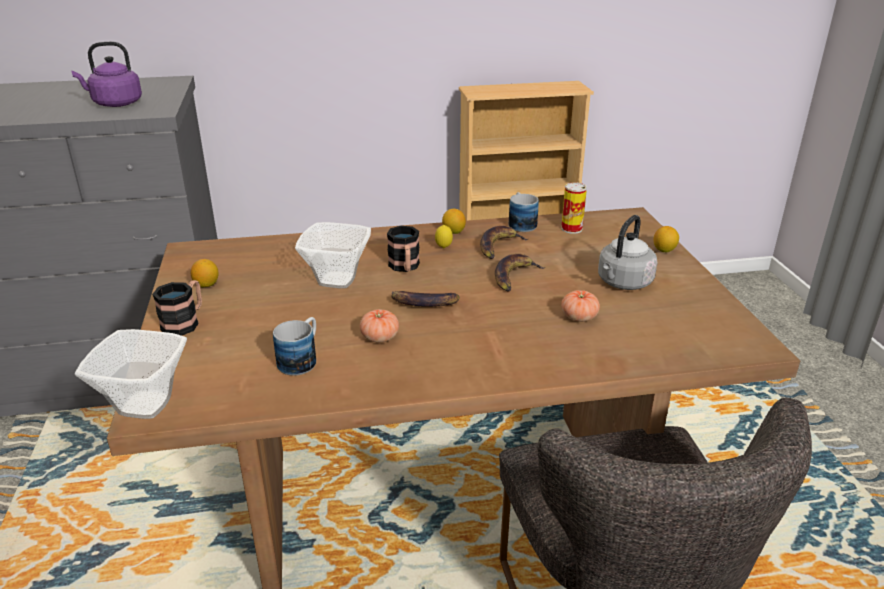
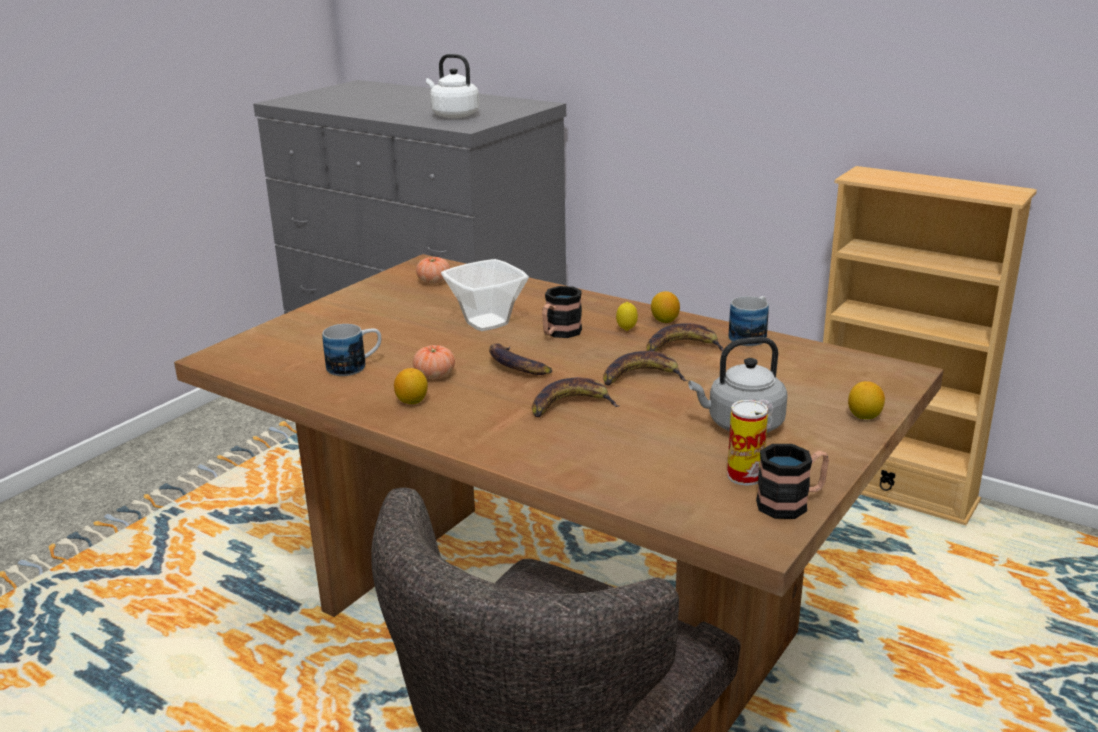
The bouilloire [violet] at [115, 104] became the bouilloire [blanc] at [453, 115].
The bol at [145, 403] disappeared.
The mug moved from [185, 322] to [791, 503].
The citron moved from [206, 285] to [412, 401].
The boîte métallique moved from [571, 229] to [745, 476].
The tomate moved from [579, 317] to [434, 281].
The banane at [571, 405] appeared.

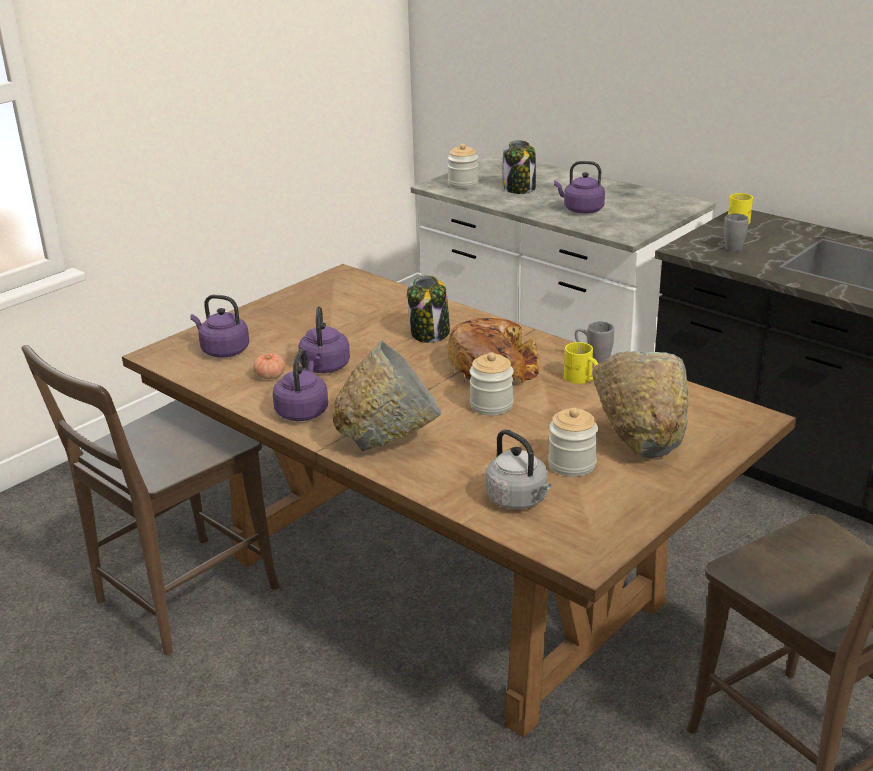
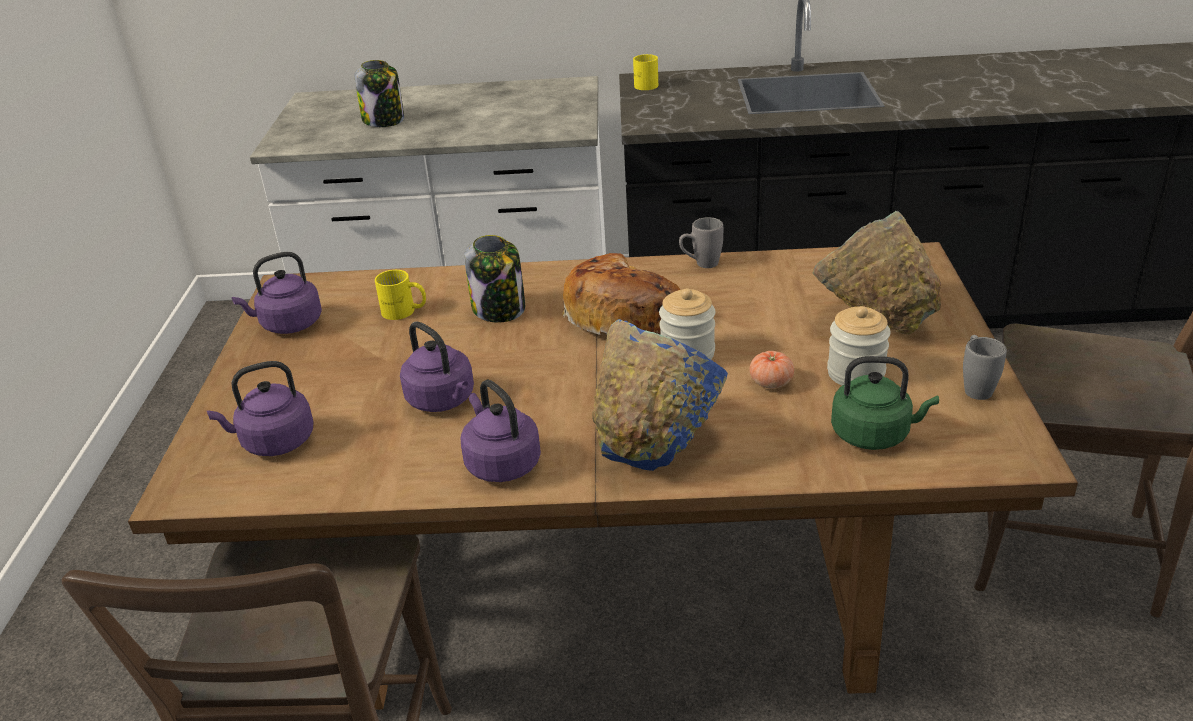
The tomate moved from [270, 376] to [771, 382].
The bol [gris] at [390, 441] became the bol [bleu] at [654, 443].
The bocal at [463, 184] disappeared.
The bouilloire [gris] at [519, 500] became the bouilloire [vert] at [874, 434].
The bouilloire [violet] moved from [581, 210] to [288, 325].
The mug [jaune] moved from [581, 379] to [404, 312].
The mug [gris] moved from [736, 246] to [975, 386].

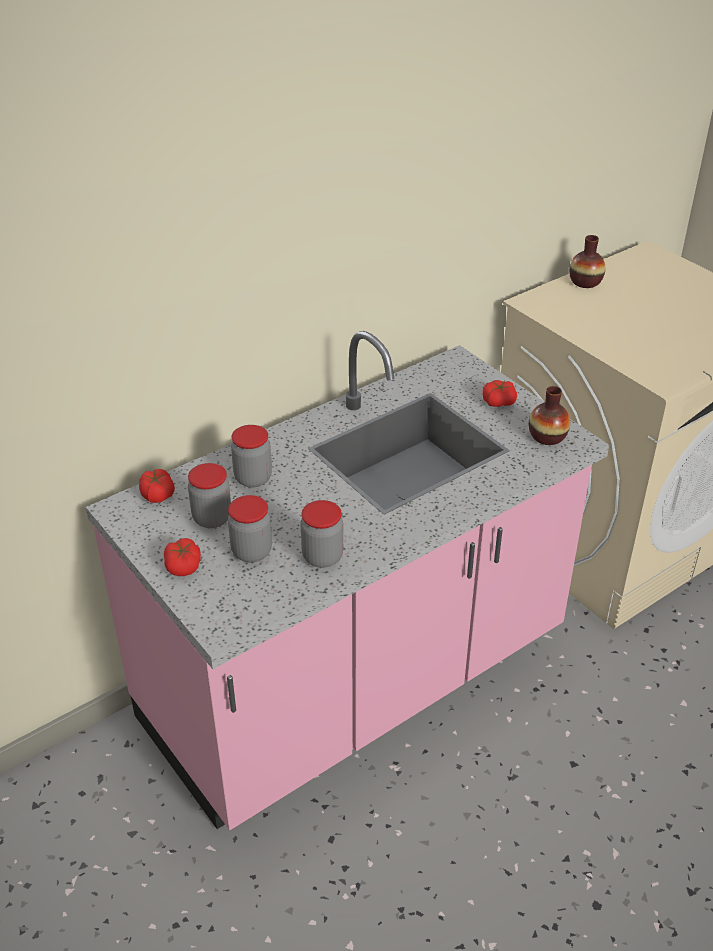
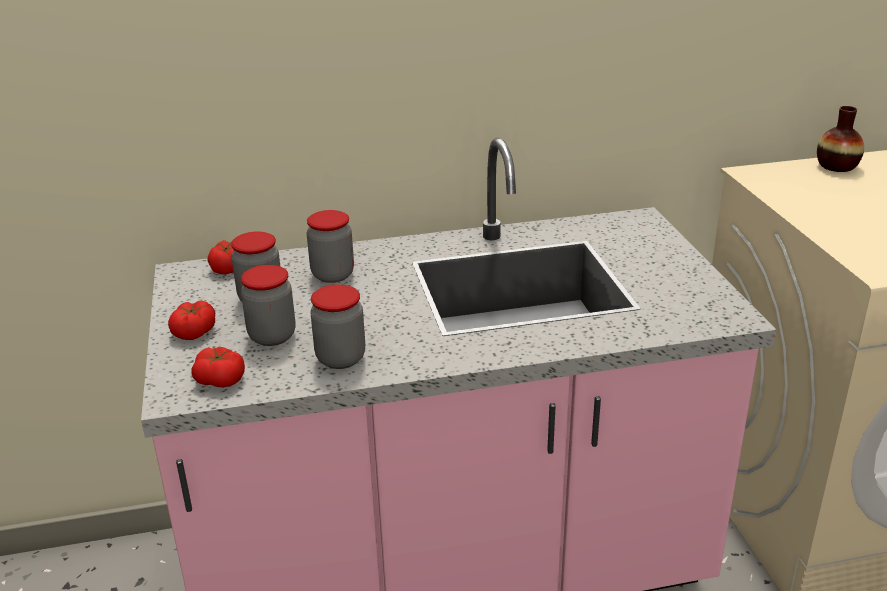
The tomate moved from [498, 401] to [220, 379].
The vase at [547, 436] disappeared.

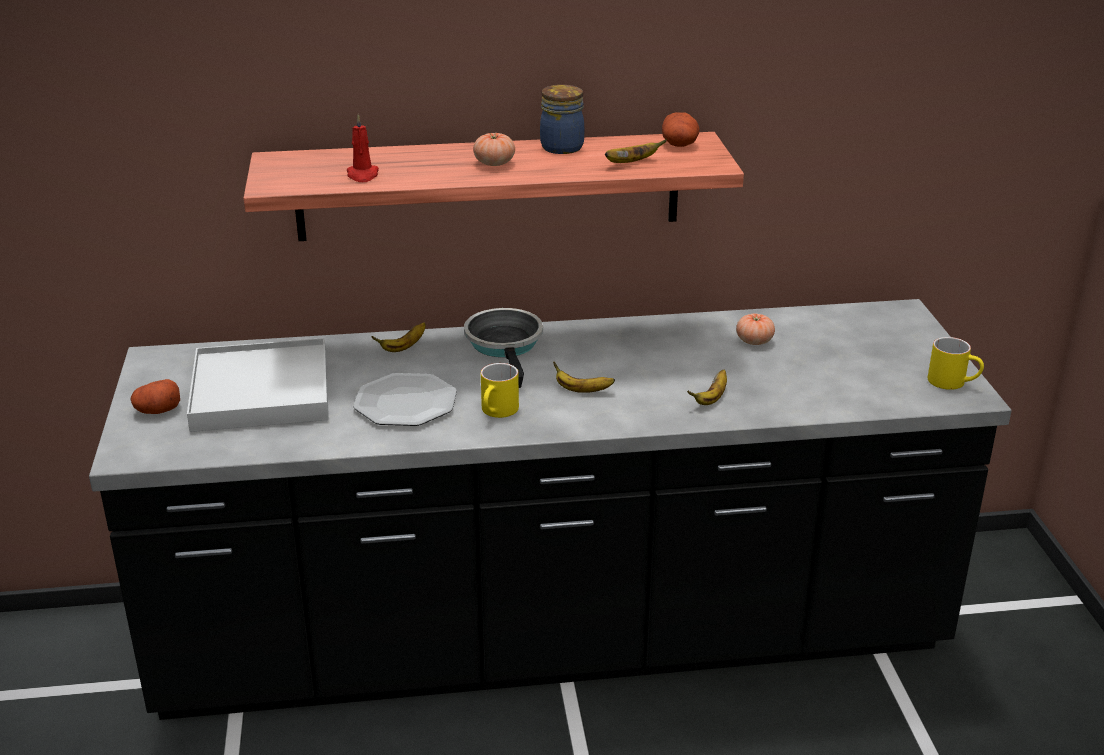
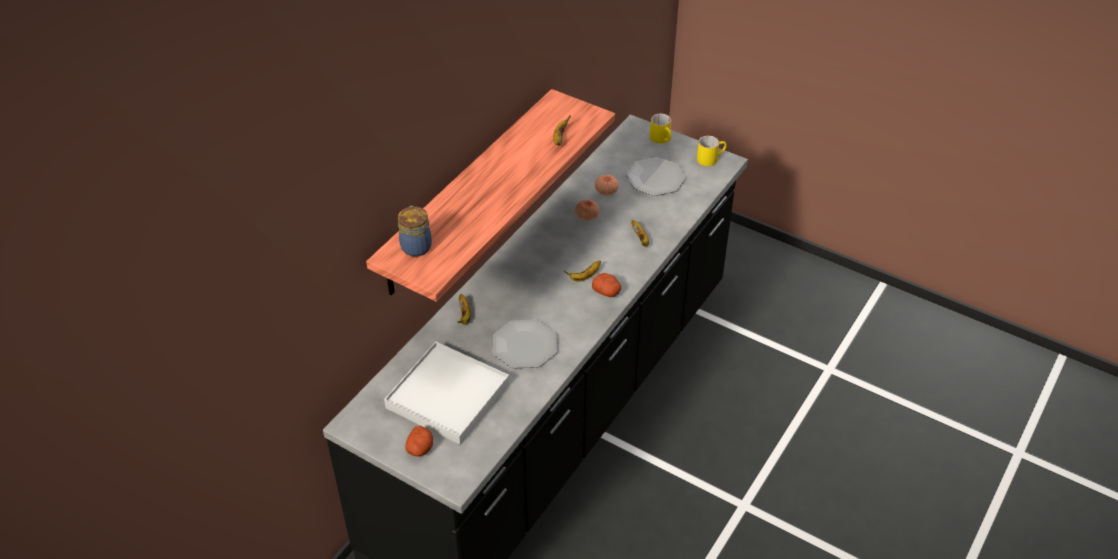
The bougie [rouge] at [362, 175] disappeared.
The poêle at [506, 345] disappeared.
The tomate moved from [494, 163] to [587, 216].
The mug [jaune] moved from [498, 412] to [662, 139].
The bocal moved from [563, 147] to [416, 246].
The pomme de terre moved from [680, 144] to [607, 291].
The assiette at [655, 178] appeared.

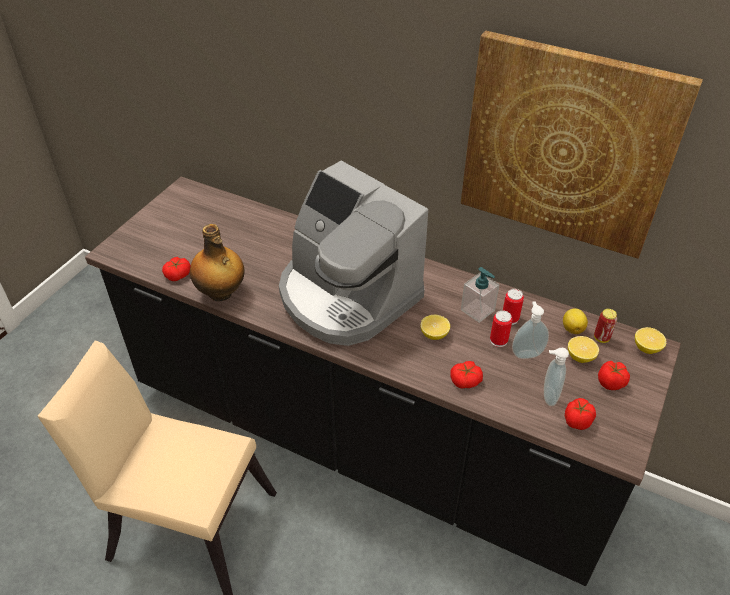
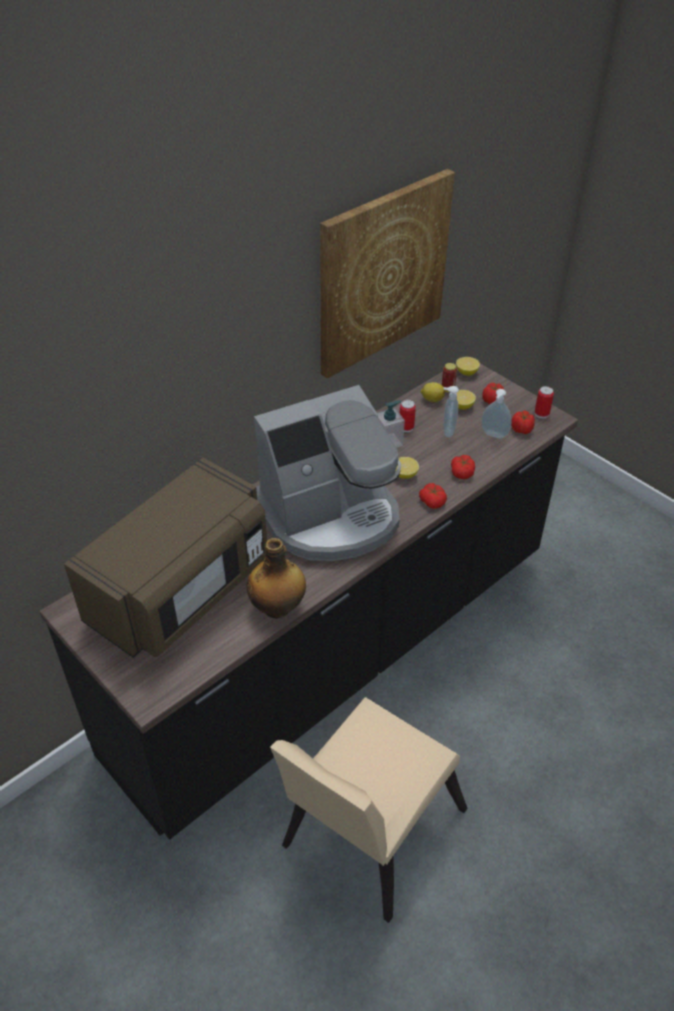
The tomate moved from [178, 274] to [432, 501].
The boîte métallique moved from [498, 340] to [541, 413].
The micro-ondes [marron] at [182, 591] appeared.

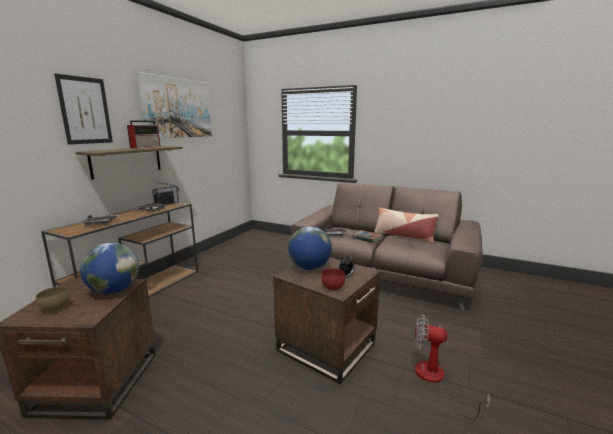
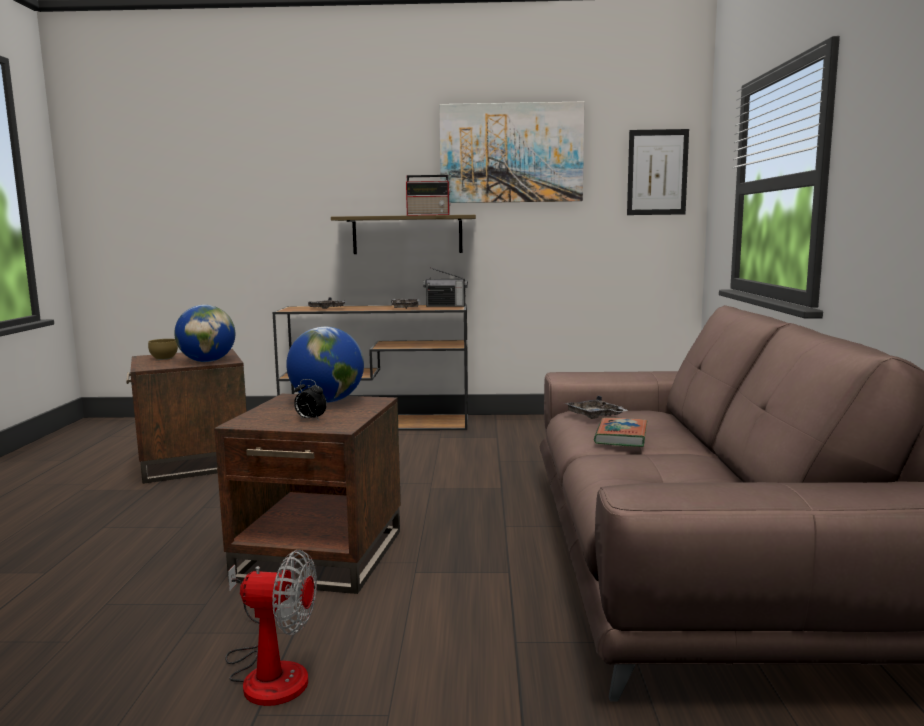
The tableau moved from [85, 110] to [657, 172].
The bol [rouge] at [333, 288] disappeared.
The coussin at [403, 236] disappeared.
The ventilateur at [436, 380] turned 105 degrees clockwise.

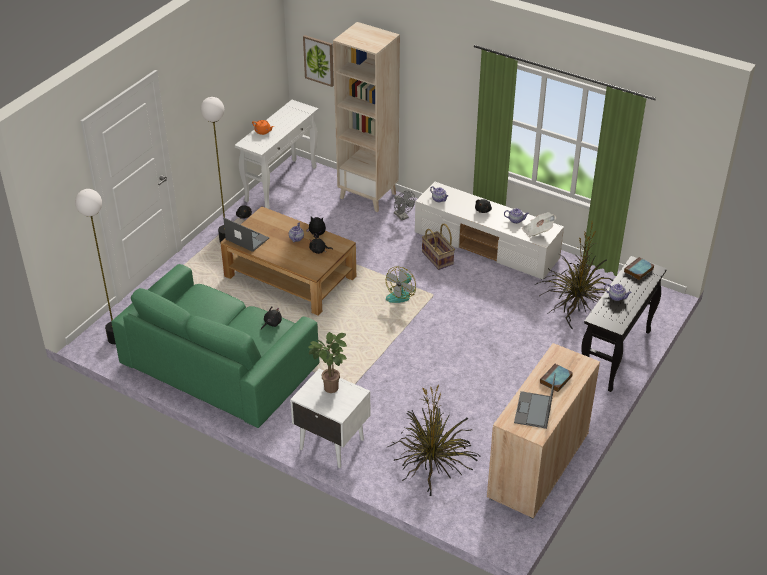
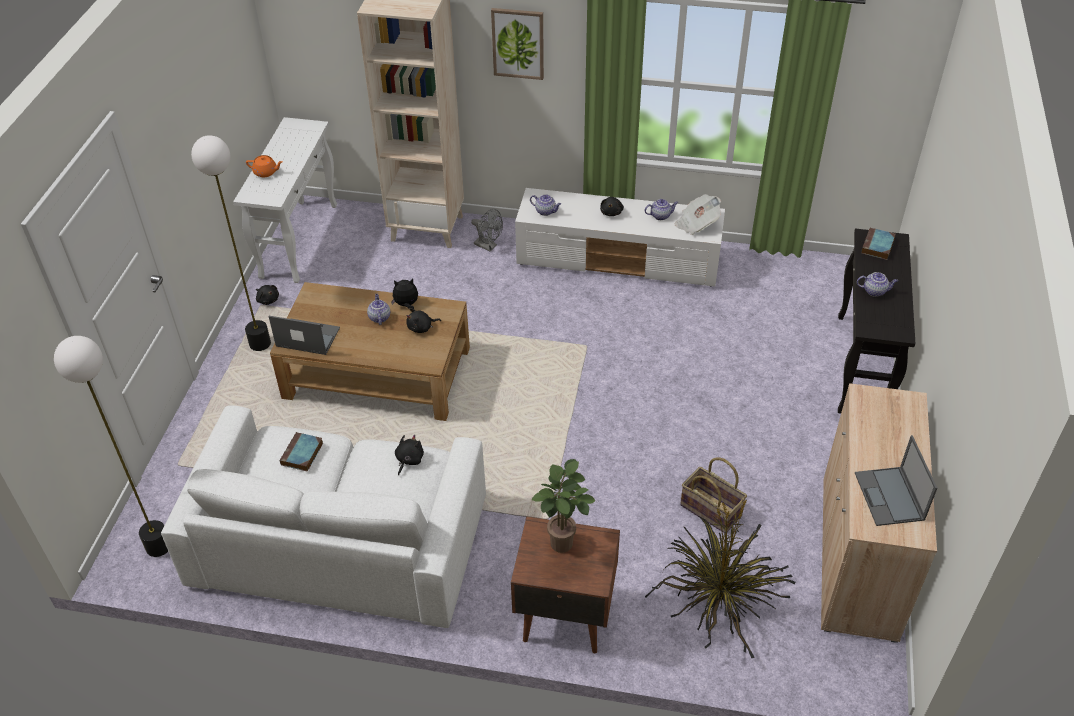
The canapé [vert] at [220, 364] became the canapé [blanc] at [340, 540].
The table de chevet [blanc] at [331, 443] became the table de chevet [marron] at [564, 616].
The tableau moved from [319, 60] to [518, 43].
The ventilateur at [401, 294] disappeared.
The panier moved from [438, 258] to [711, 510].
The plante en pot at [575, 301] disappeared.
The livre moved from [556, 380] to [302, 455].

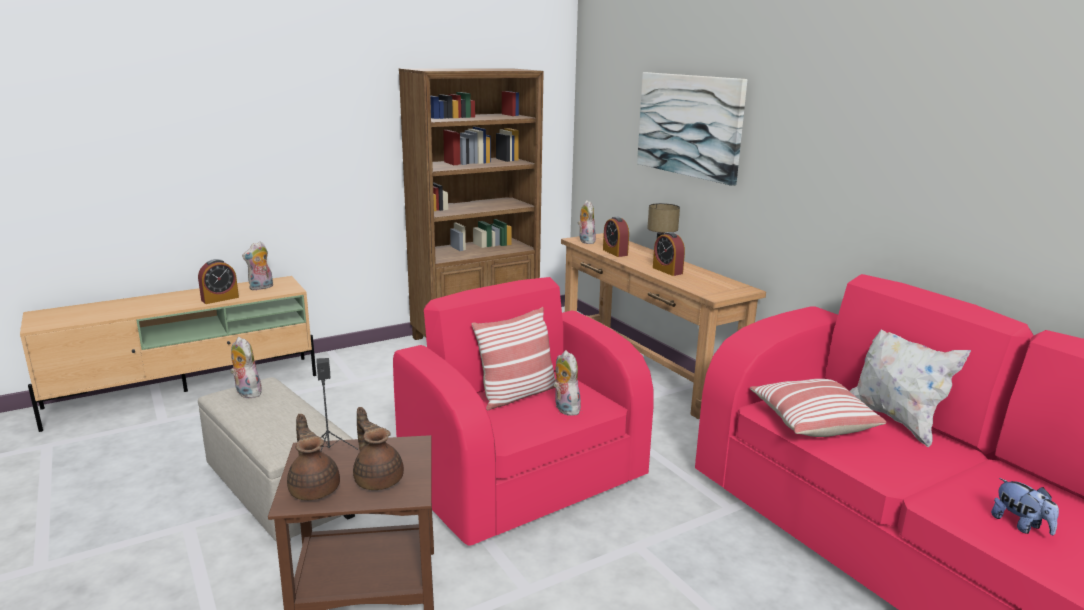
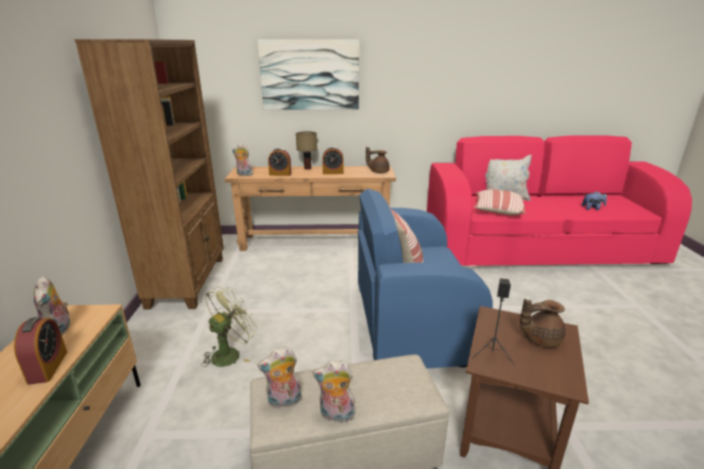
The théière [marron] moved from [314, 488] to [378, 171].
The fauteuil [rose] at [524, 478] became the fauteuil [bleu] at [409, 322].
The peluche moved from [564, 408] to [336, 415].
The ventilateur [vert] at [230, 353] appeared.

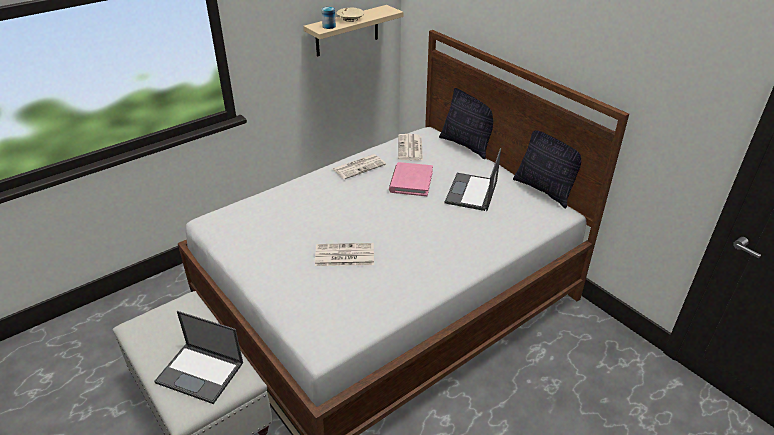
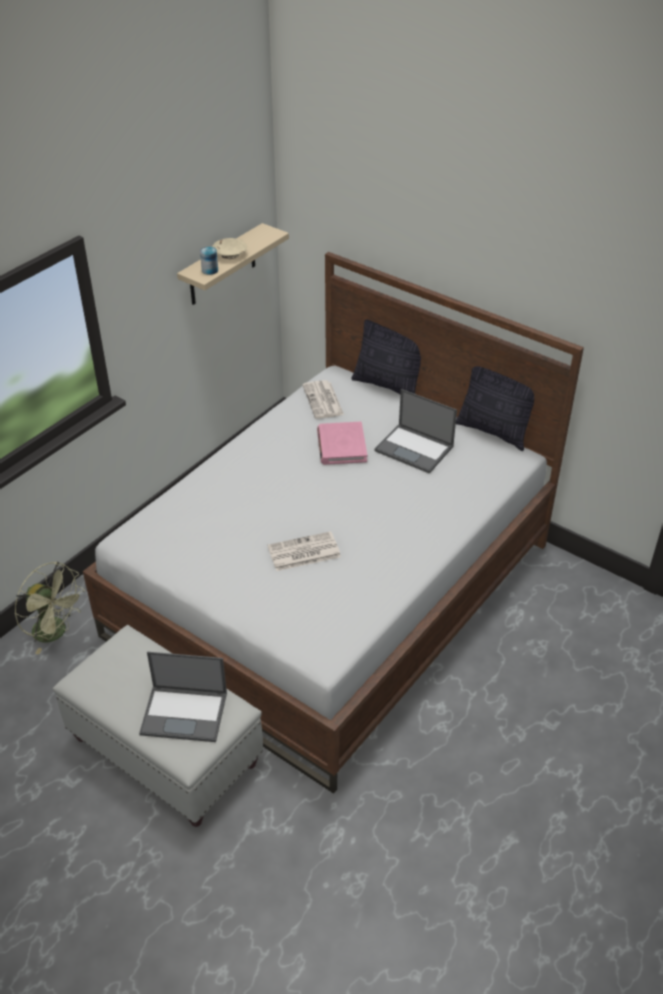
The journal at [359, 166] disappeared.
The ordinateur portable at [471, 192] turned 60 degrees counterclockwise.
The ventilateur [vert] at [56, 632] appeared.

